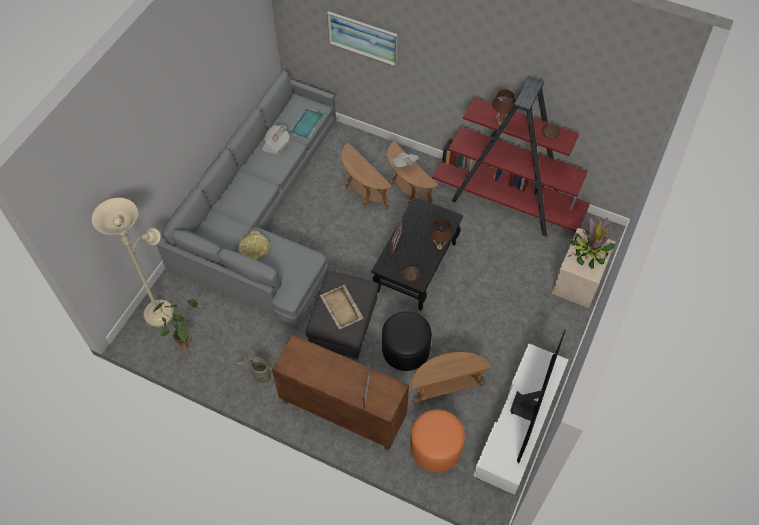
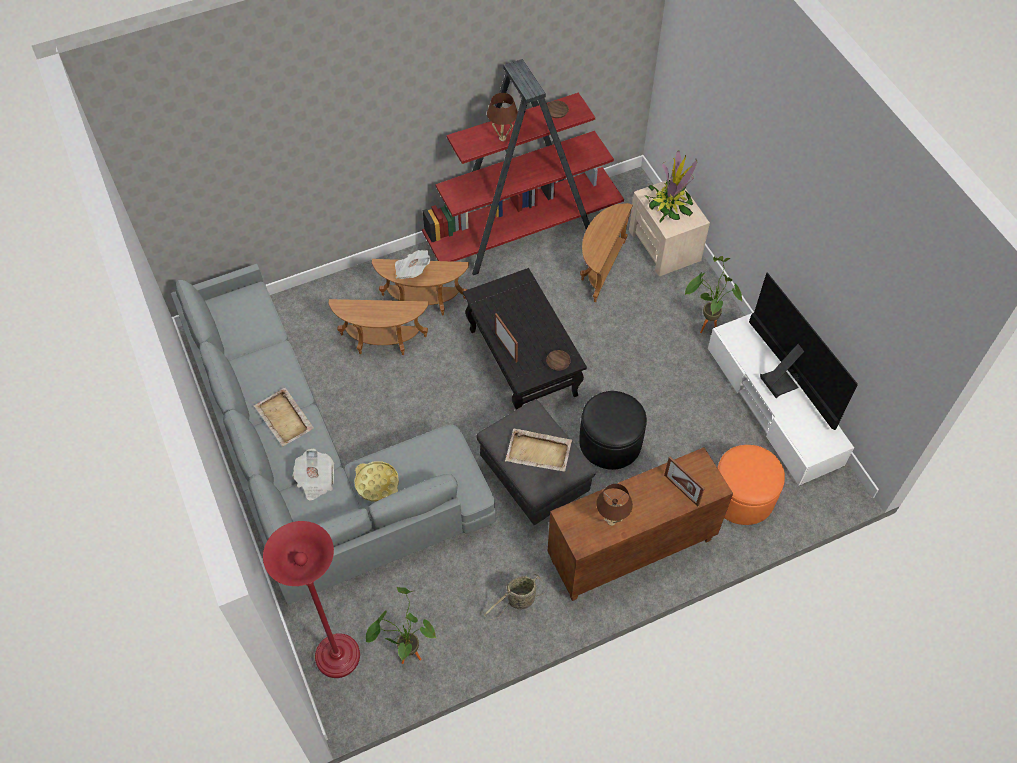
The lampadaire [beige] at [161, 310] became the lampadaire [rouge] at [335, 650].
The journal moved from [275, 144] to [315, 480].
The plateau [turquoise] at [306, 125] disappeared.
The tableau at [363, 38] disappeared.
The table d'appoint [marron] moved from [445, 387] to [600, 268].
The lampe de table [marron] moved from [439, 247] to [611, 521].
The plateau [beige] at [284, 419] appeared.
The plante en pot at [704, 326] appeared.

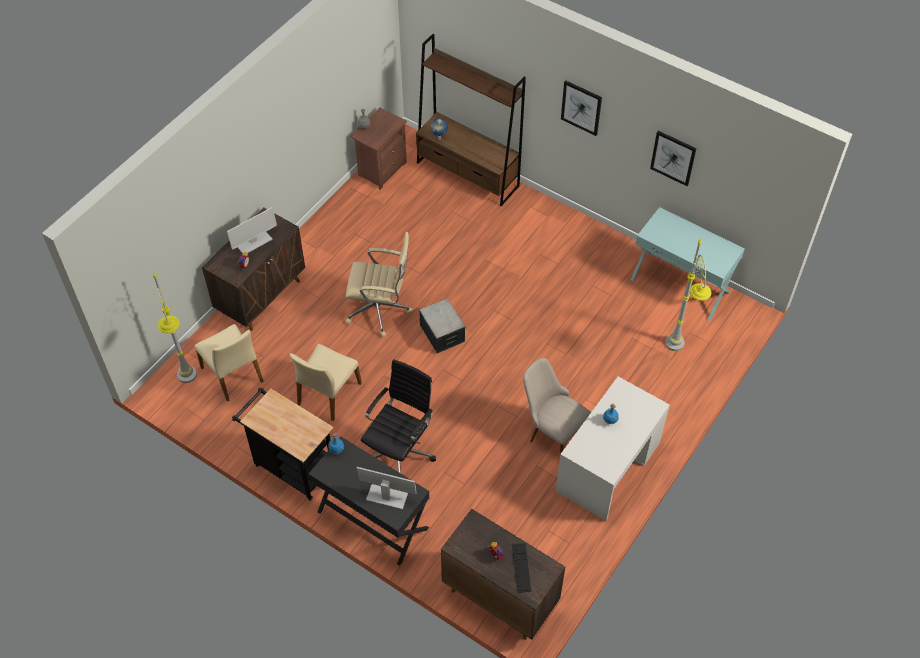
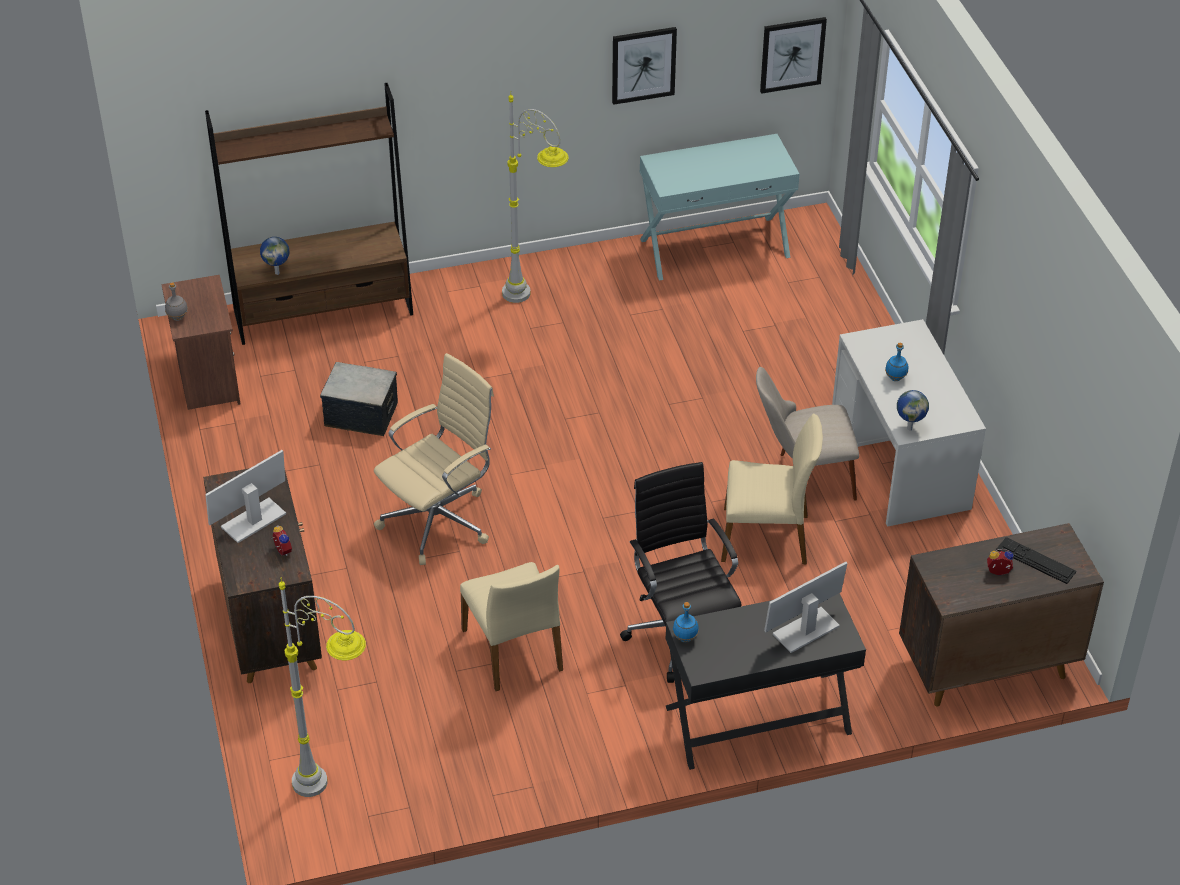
The chaise [beige] moved from [233, 374] to [766, 537].
The écran d'ordinateur at [253, 242] turned 135 degrees counterclockwise.
The chariot [noir] at [291, 466] disappeared.
The boîte de rangement moved from [442, 333] to [361, 414].
The tableau moved from [581, 107] to [792, 54].
The lampadaire [gris] moved from [677, 357] to [536, 303].
The globe at [909, 428] appeared.

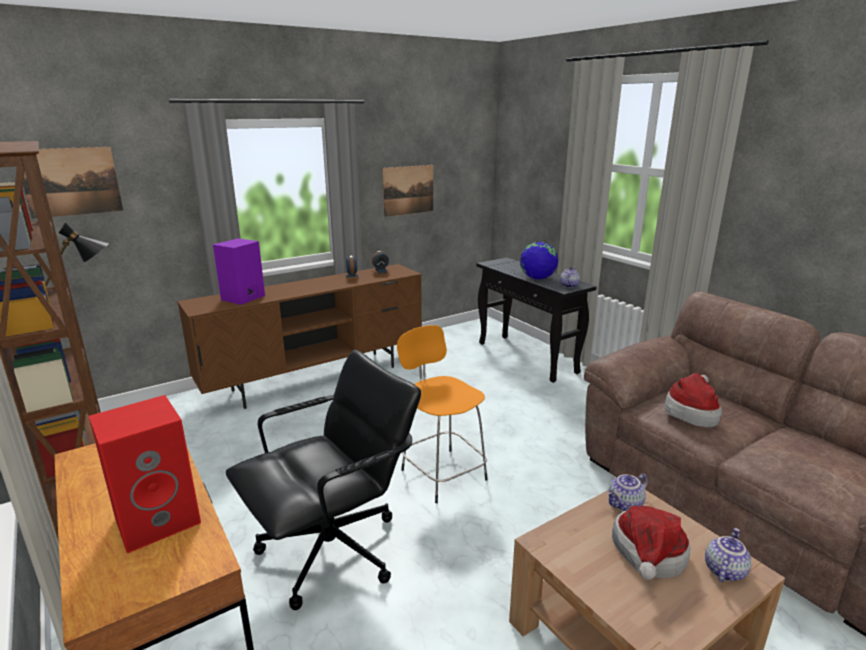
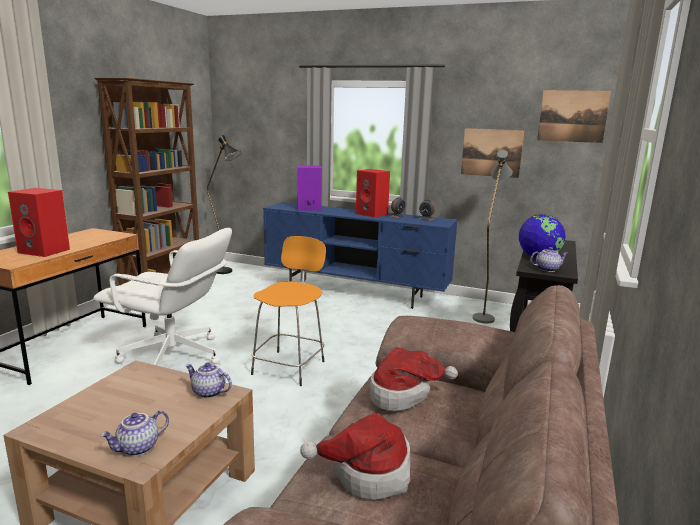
The tableau moved from [71, 181] to [572, 116].
The meuble télé [marron] at [317, 378] became the meuble télé [bleu] at [355, 293].
The chaise de bureau [noir] at [333, 551] became the chaise de bureau [blanc] at [173, 357].
The chapeau moved from [648, 556] to [367, 473].
The théière at [723, 570] turned 135 degrees clockwise.
The enceinte [rouge] at [372, 214] appeared.
The lampadaire [gris] at [484, 316] appeared.

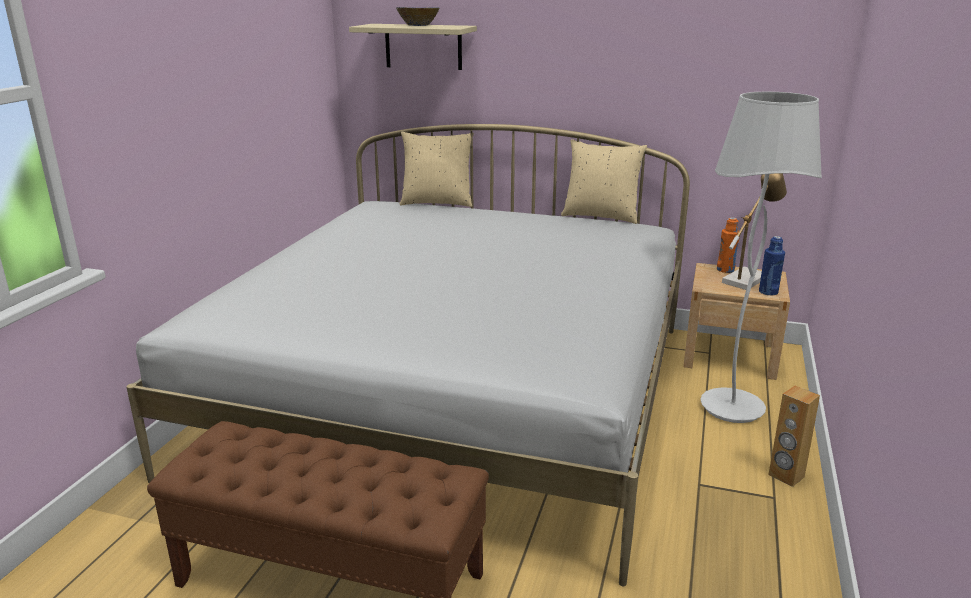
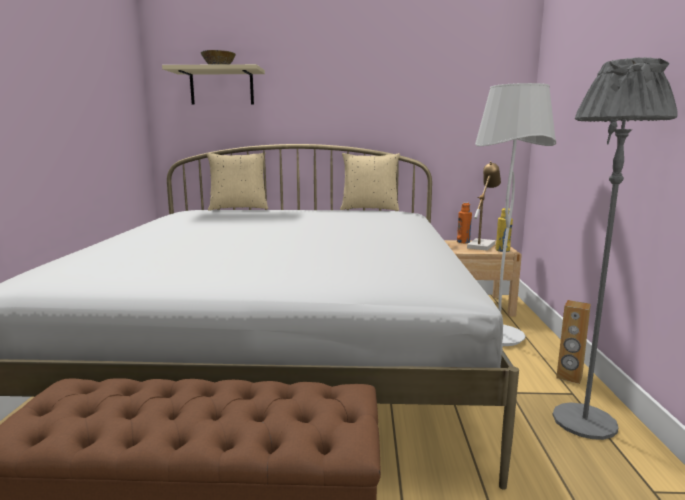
The bouteille [bleu] at [768, 292] became the bouteille [jaune] at [502, 250].
The lampadaire [gris] at [584, 421] appeared.

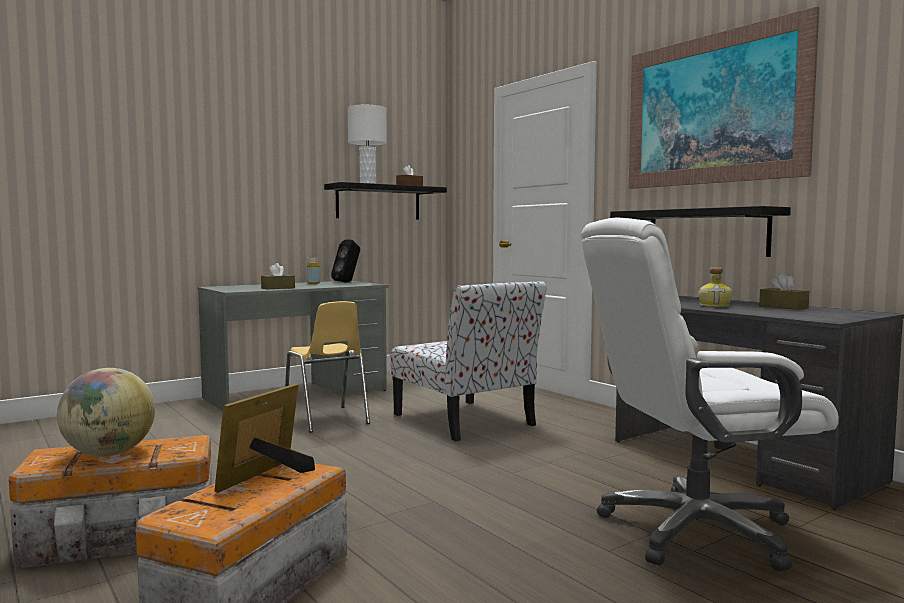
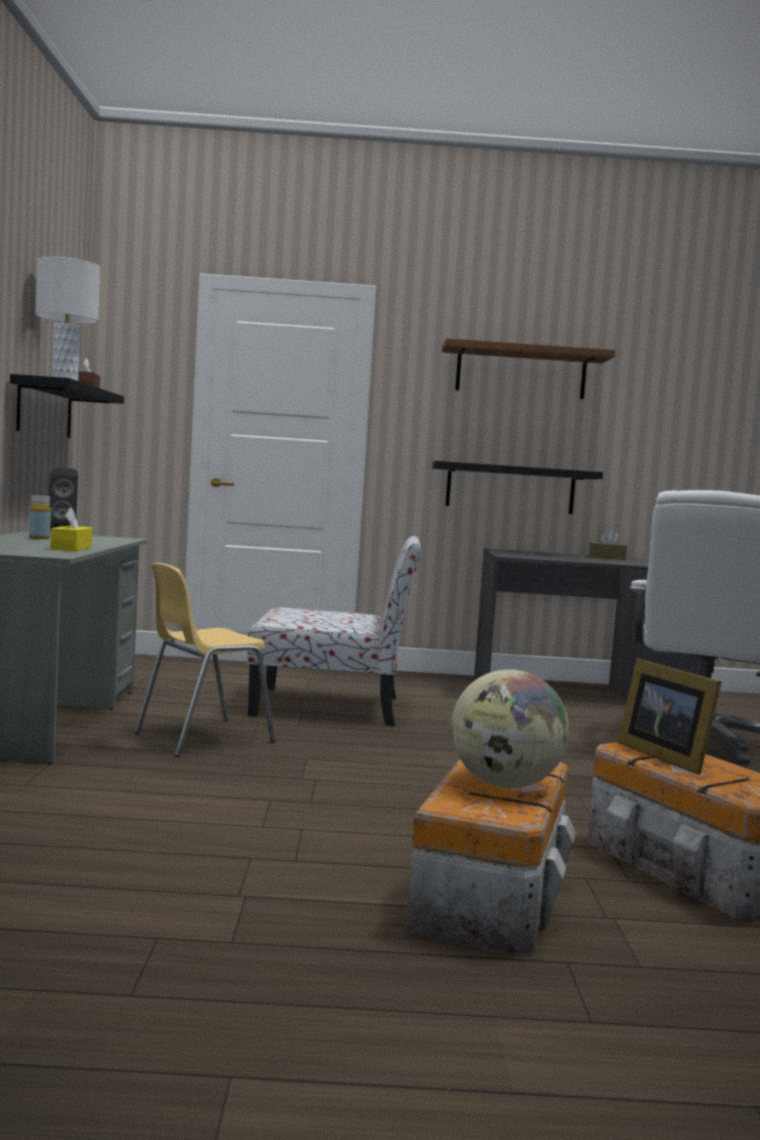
The boîte à mouchoirs [marron] at [278, 288] became the boîte à mouchoirs [jaune] at [71, 548].
The chaise [jaune] at [326, 419] turned 135 degrees clockwise.
The tableau at [712, 109] was replaced by the étagère [marron] at [521, 372].
The bouteille at [715, 306] disappeared.

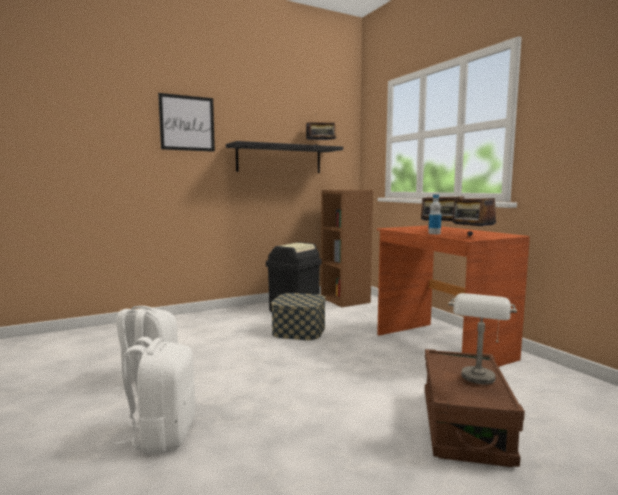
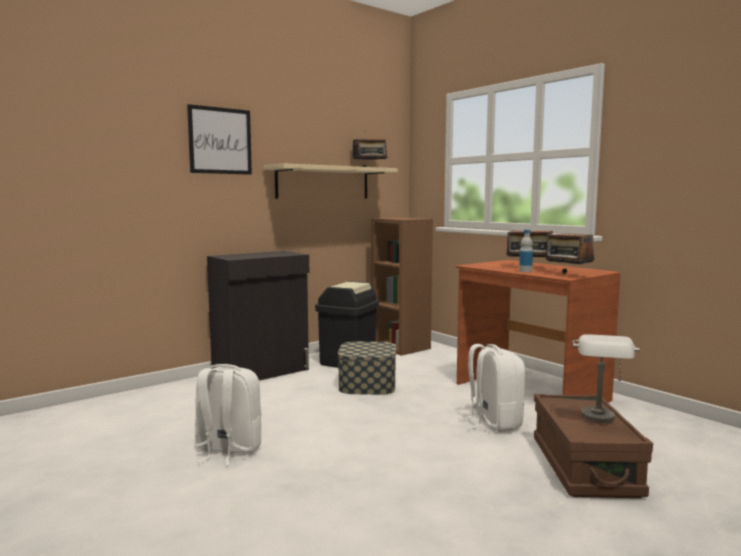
The sac à dos [blanc] moved from [163, 436] to [493, 422].
The étagère [noir] at [279, 159] became the étagère [beige] at [323, 183].
The meuble de rangement [noir] at [262, 372] appeared.

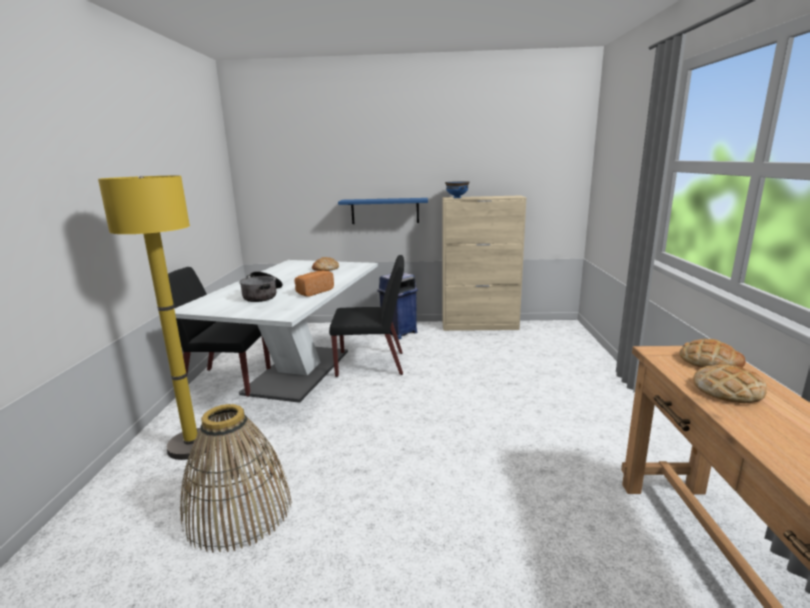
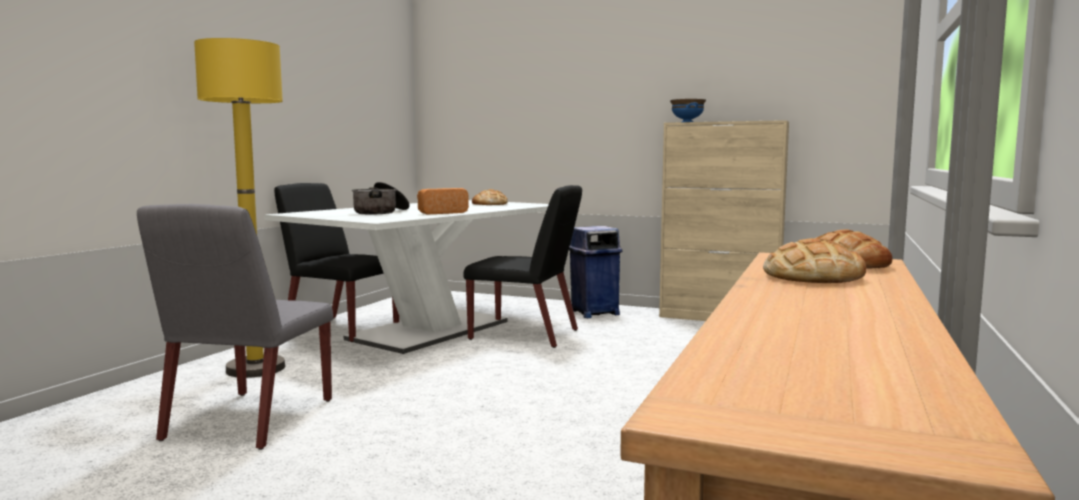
The panier at [238, 510] was replaced by the chaise [gris] at [249, 420].
The étagère [bleu] at [385, 211] disappeared.

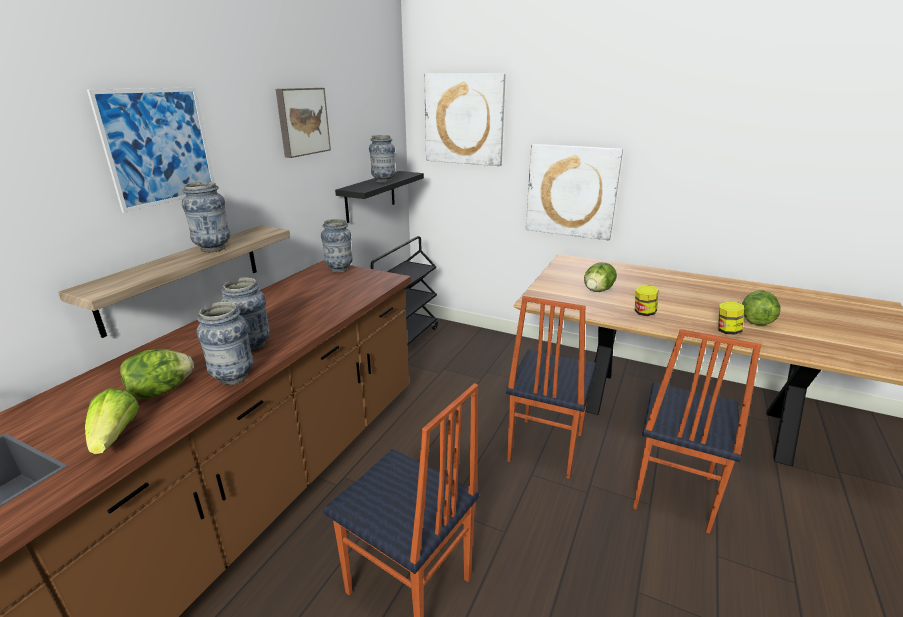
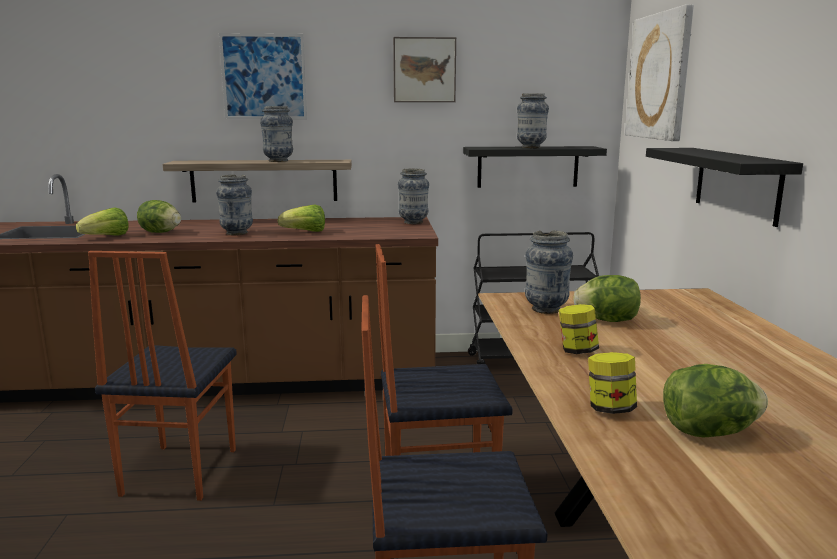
The vase moved from [233, 377] to [546, 309].
The tableau at [571, 191] was replaced by the étagère [noir] at [737, 184].
The laitue at [305, 232] appeared.

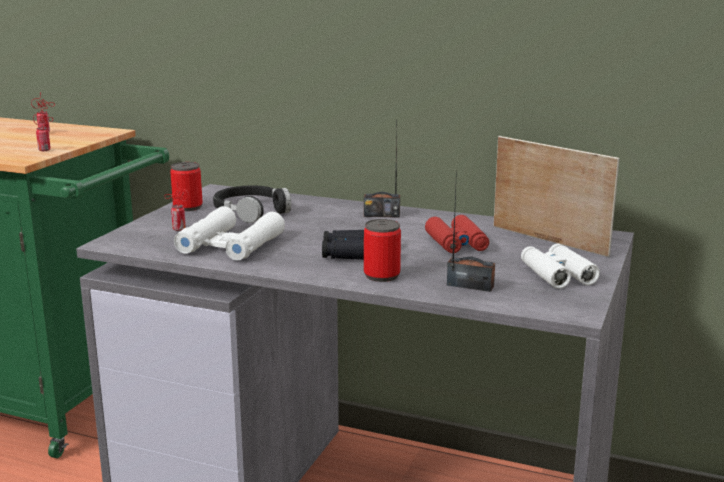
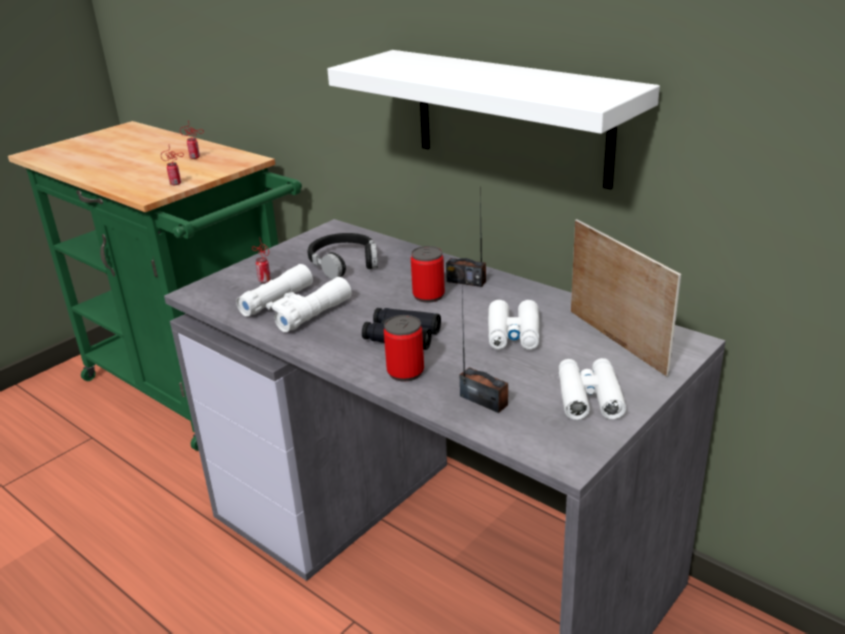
The boîte métallique moved from [188, 207] to [428, 295].
The jumelles [rouge] at [456, 243] became the jumelles [blanc] at [513, 334].
The étagère [blanc] at [511, 117] appeared.

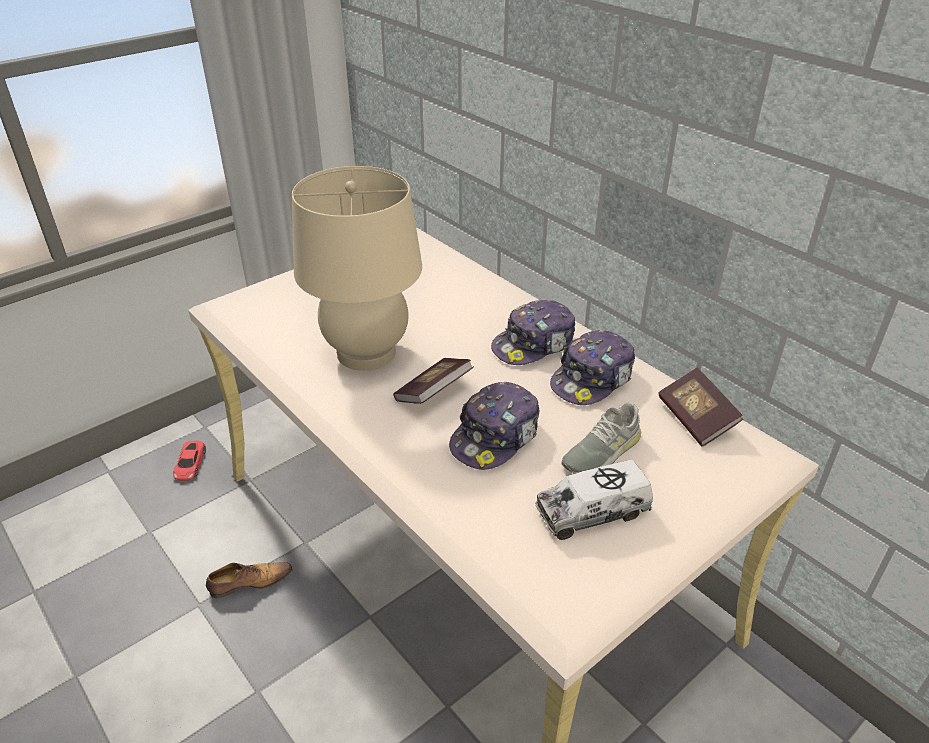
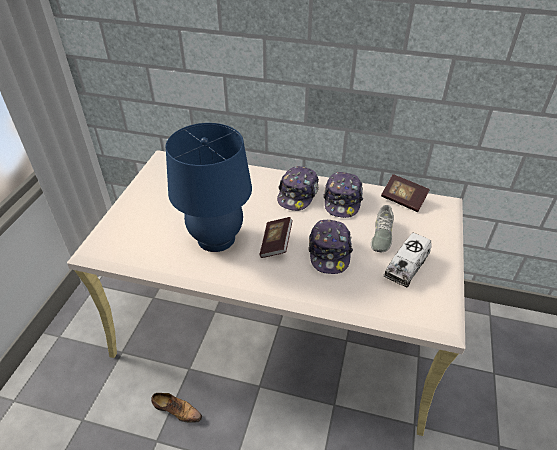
The petite voiture [rouge] at [190, 464] disappeared.
The chaussure at [249, 583] turned 75 degrees clockwise.
The lampe de table [beige] at [366, 353] became the lampe de table [bleu] at [216, 238].

